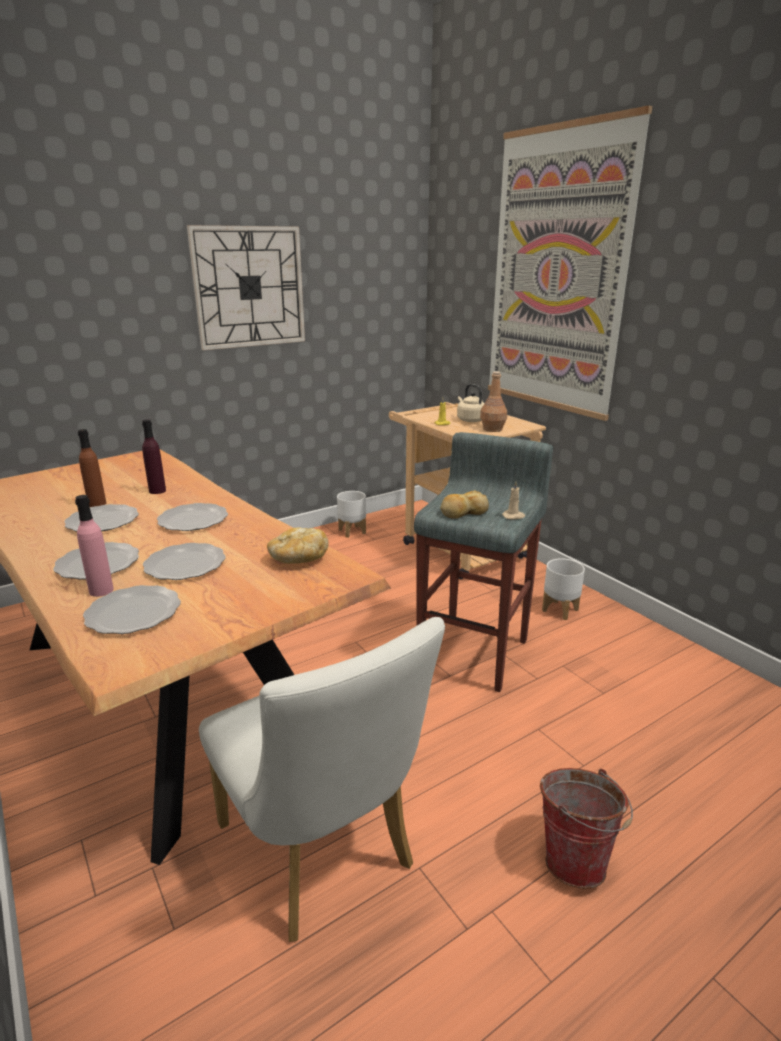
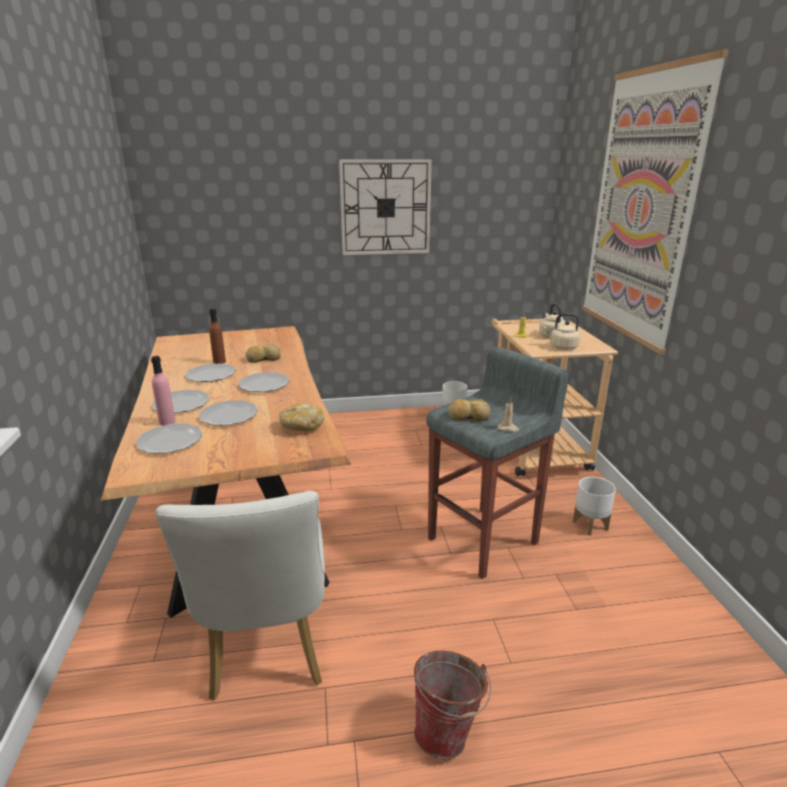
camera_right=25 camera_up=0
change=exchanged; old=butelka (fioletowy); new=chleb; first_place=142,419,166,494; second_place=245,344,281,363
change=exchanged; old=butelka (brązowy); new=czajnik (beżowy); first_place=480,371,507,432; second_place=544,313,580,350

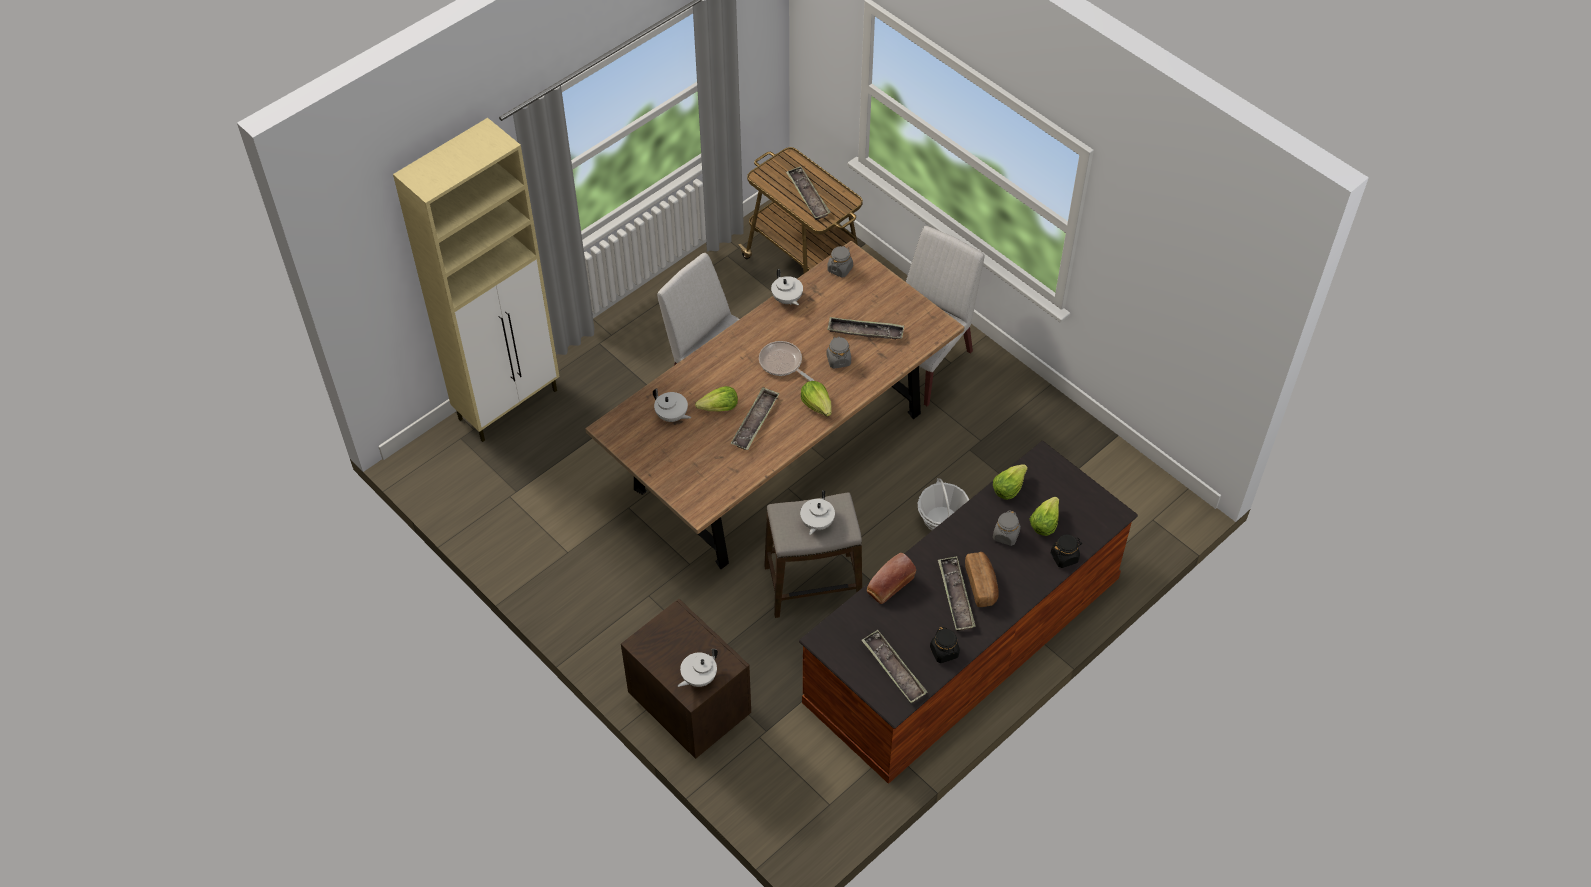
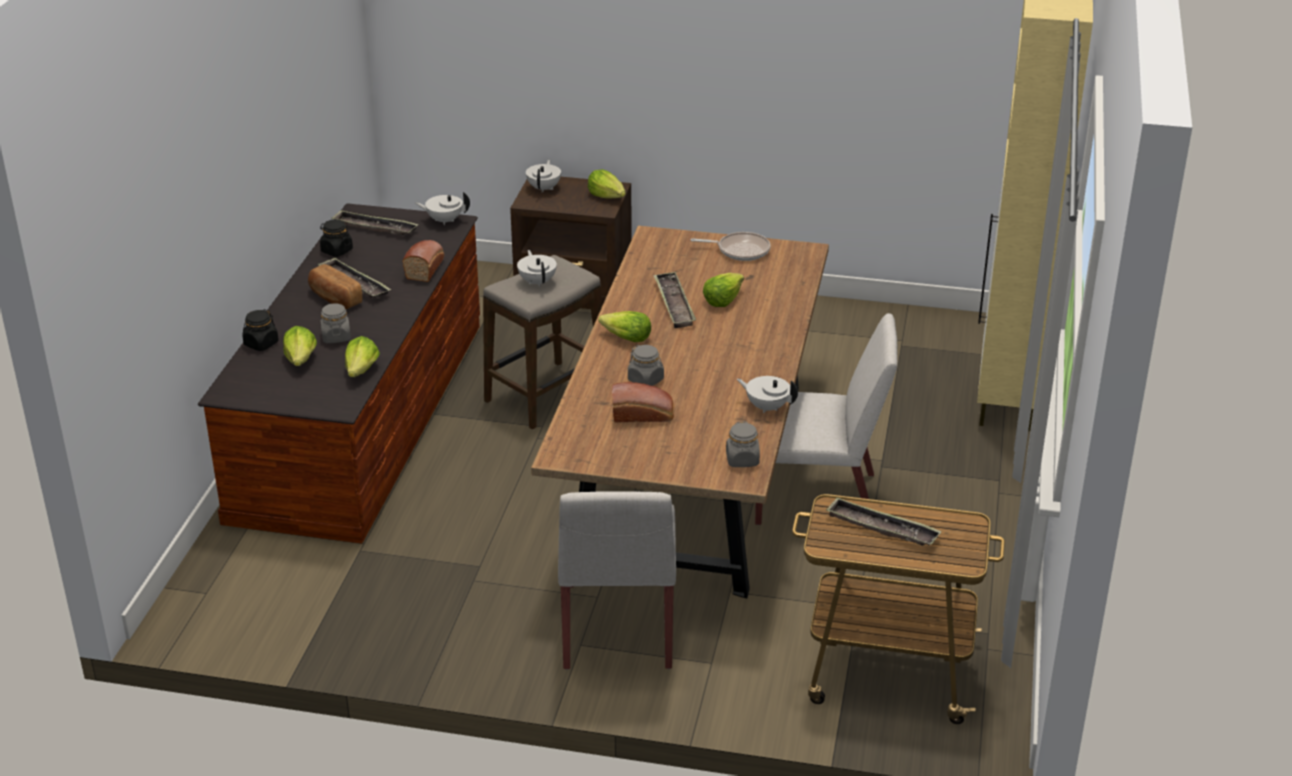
camera_right=145 camera_up=-20
change=missing; old=koszyk; first_place=918,478,969,531
change=appeared; new=sałata; second_place=588,169,626,198
change=relocated; old=imbryk (biały); first_place=653,388,691,422; second_place=415,192,470,225
change=relocated; old=patelnia; first_place=759,341,814,381; second_place=691,232,771,261
change=exchanged; old=taca; new=chleb; first_place=827,317,904,339; second_place=612,382,674,423

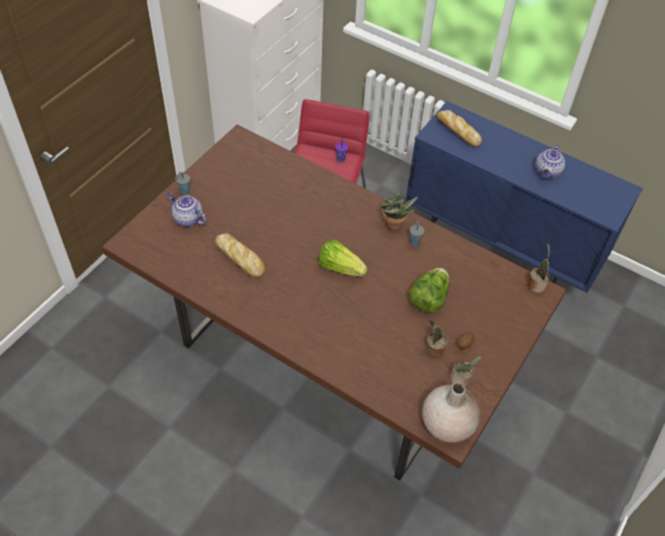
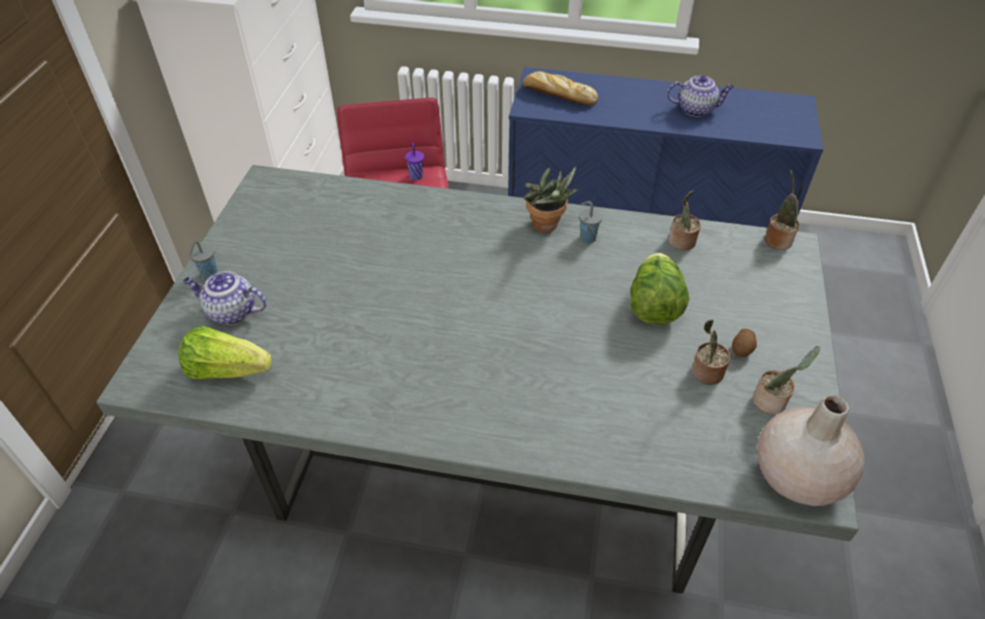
camera_right=-20 camera_up=-5
change=missing; old=chleb; first_place=215,233,265,278
change=appeared; new=roślina doniczkowa; second_place=669,190,701,250
change=relocated; old=sałata; first_place=318,240,367,277; second_place=178,326,272,380
change=colour; old=stół jadalny (brązowy); new=stół jadalny (szary); first_place=102,124,566,481; second_place=97,165,859,594
change=spun; old=imbryk; first_place=536,144,565,179; second_place=667,75,734,117; degrees=-90

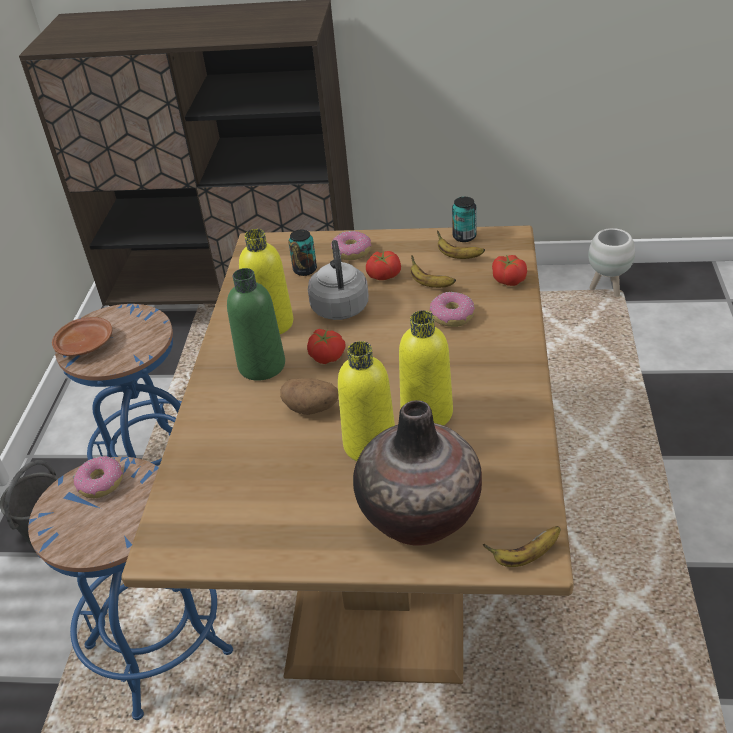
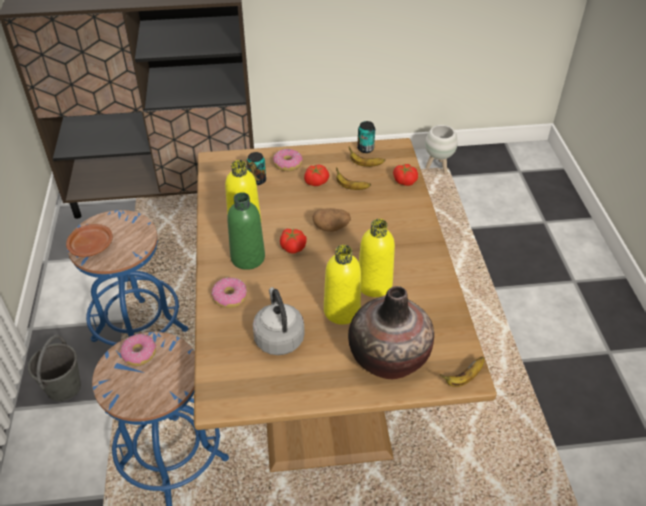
camera_right=-15 camera_up=5
change=relocated; old=ziemniak; first_place=280,378,338,415; second_place=313,208,351,232
change=relocated; old=czajnik (szary); first_place=308,240,369,320; second_place=252,287,305,355
change=relocated; old=donut; first_place=430,292,475,327; second_place=212,277,247,308

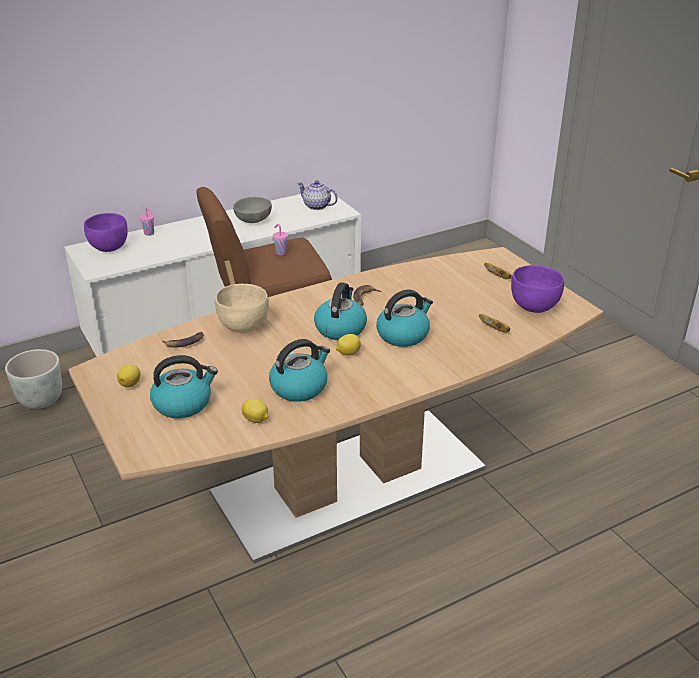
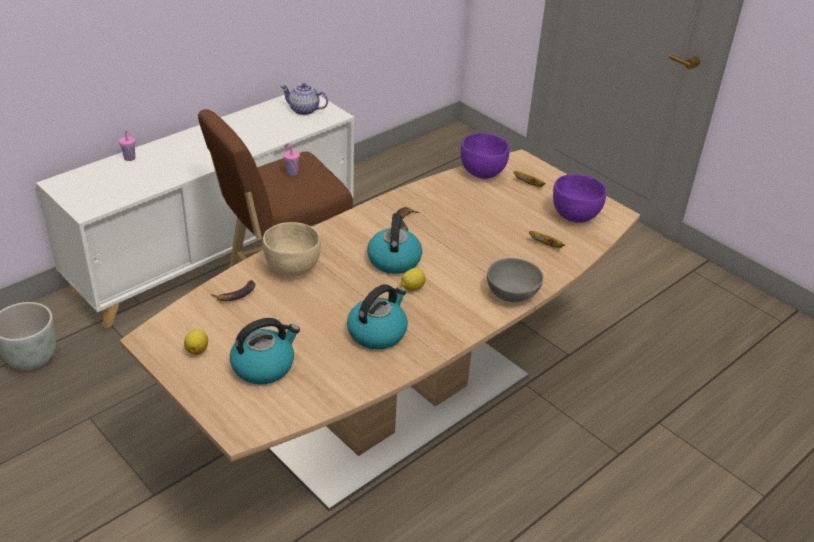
camera_right=-15 camera_up=5
change=missing; old=cytryna; first_place=242,399,268,423
change=missing; old=czajnik; first_place=376,289,433,347
change=relocated; old=miska (fioletowy); first_place=84,213,128,252; second_place=461,133,509,179
change=relocated; old=miska (szary); first_place=233,197,272,223; second_place=487,258,543,302

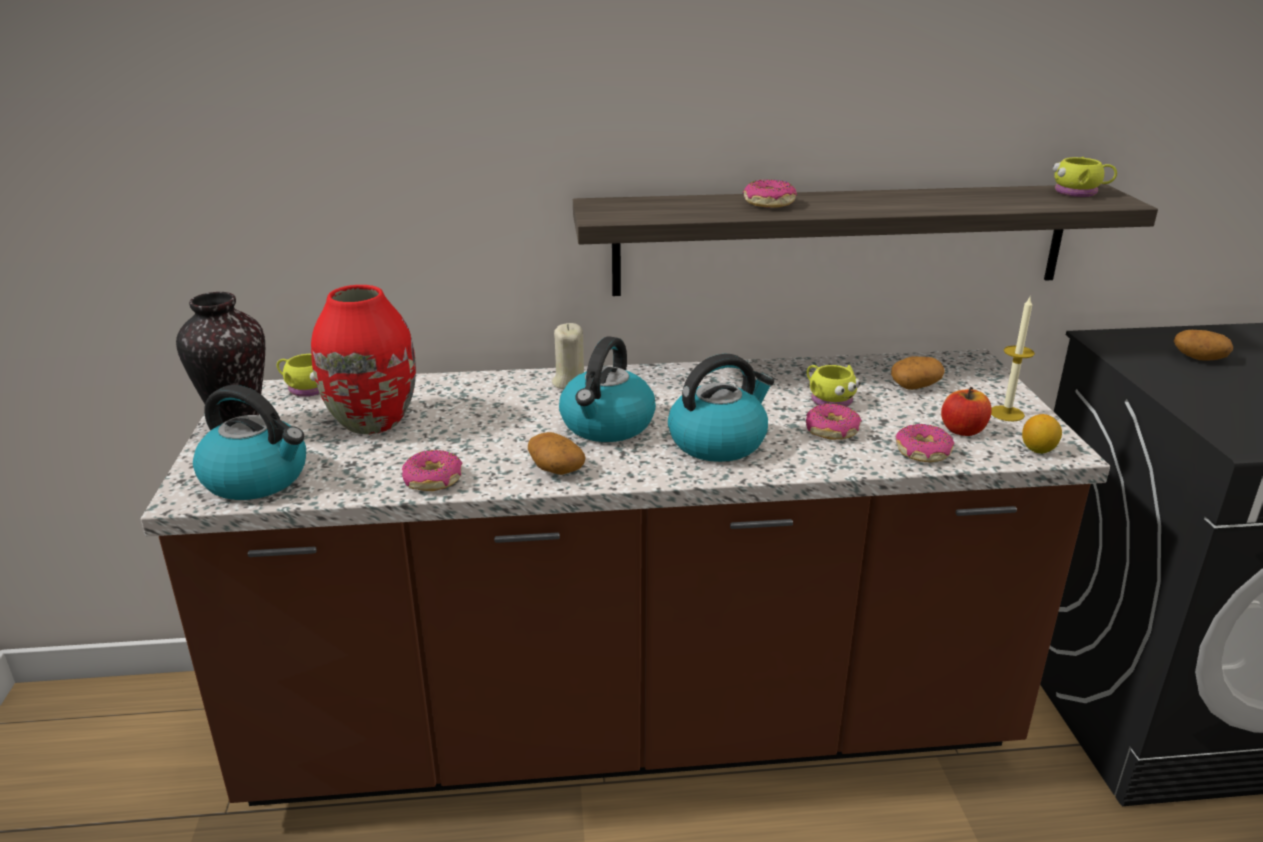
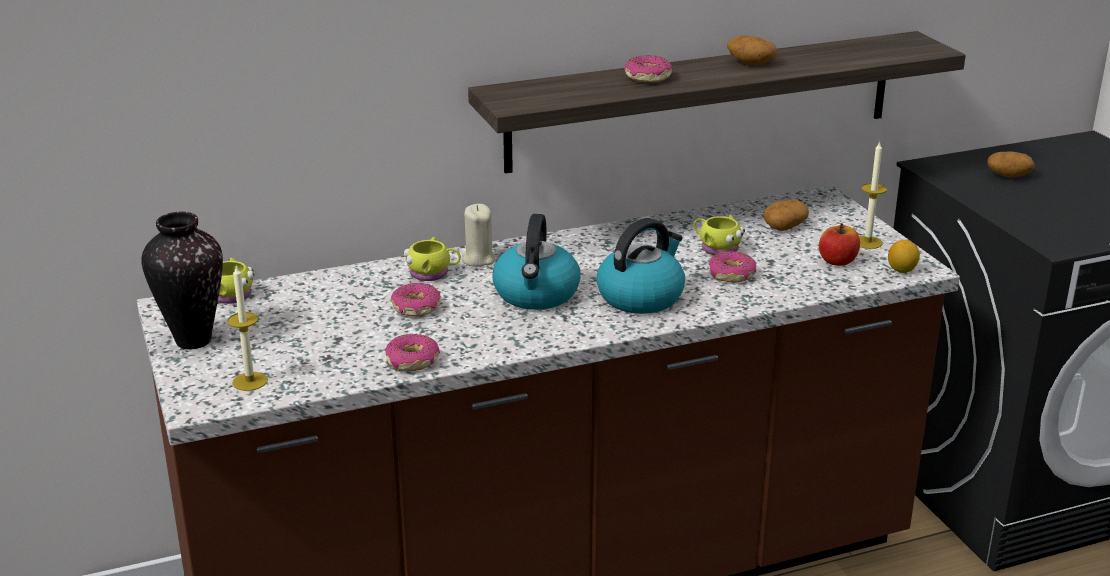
camera_right=-15 camera_up=0
change=missing; old=wazon (czerwony); first_place=311,285,416,434
change=relocated; old=ziemniak; first_place=528,432,586,475; second_place=727,35,778,65
change=relocated; old=donut; first_place=896,424,954,462; second_place=391,283,441,316
change=relocated; old=kubek (żółty); first_place=1053,157,1117,197; second_place=403,237,461,281
change=exchanged; old=czajnik; new=świeca; first_place=193,385,306,500; second_place=227,266,268,391

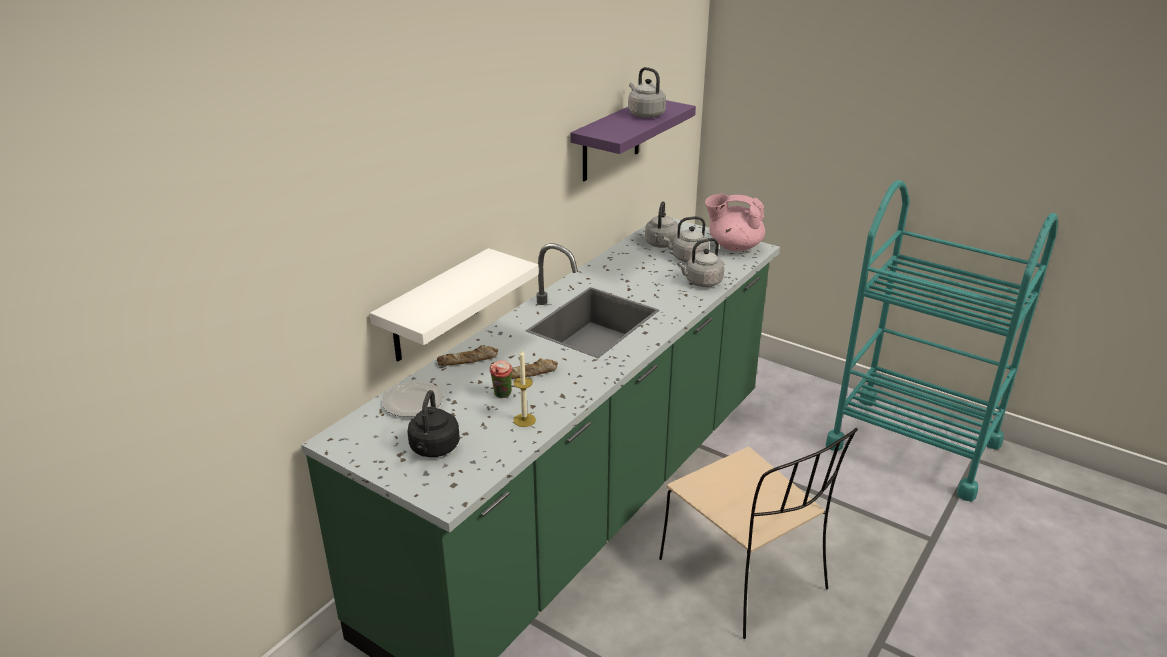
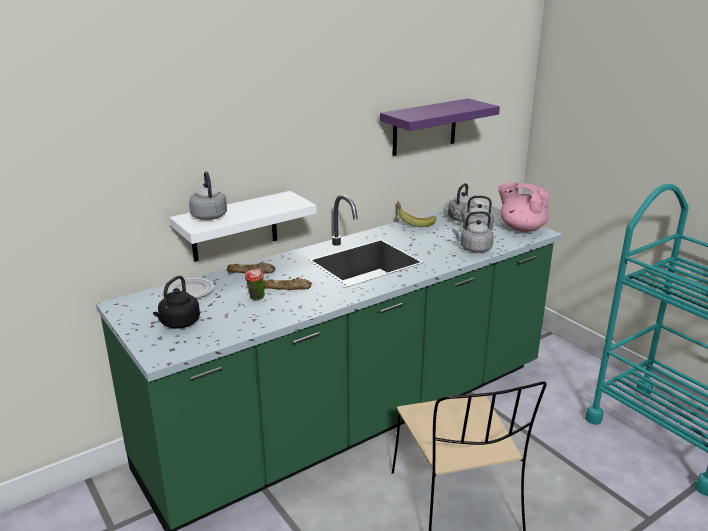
camera_right=20 camera_up=-5
change=missing; old=świeca; first_place=513,350,536,427
change=appeared; new=banan; second_place=397,201,436,227
change=relocated; old=czajnik (szary); first_place=628,67,666,118; second_place=189,171,227,220

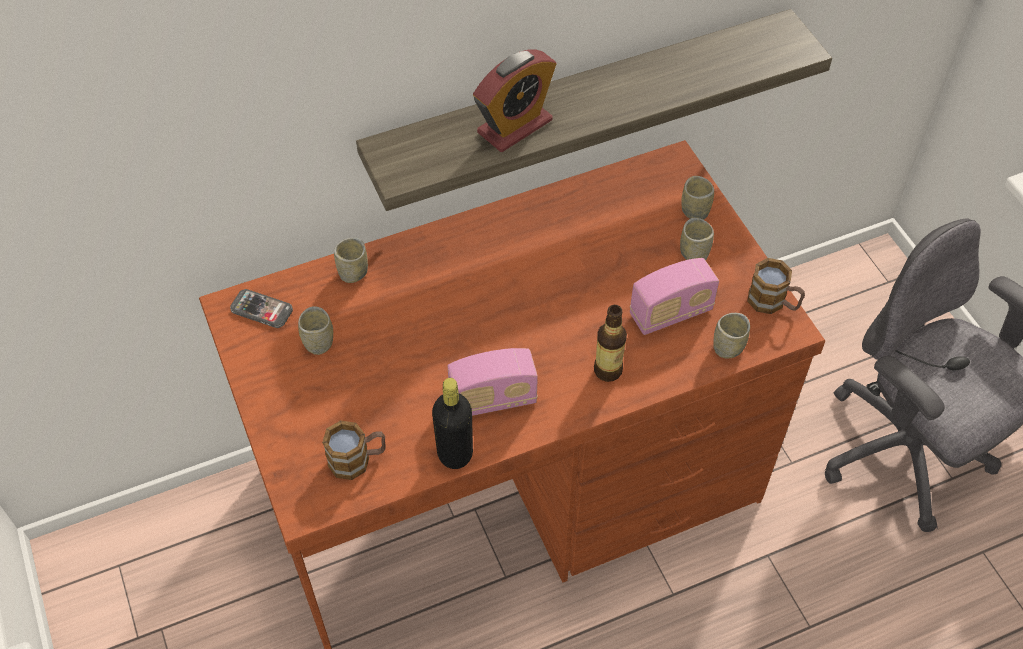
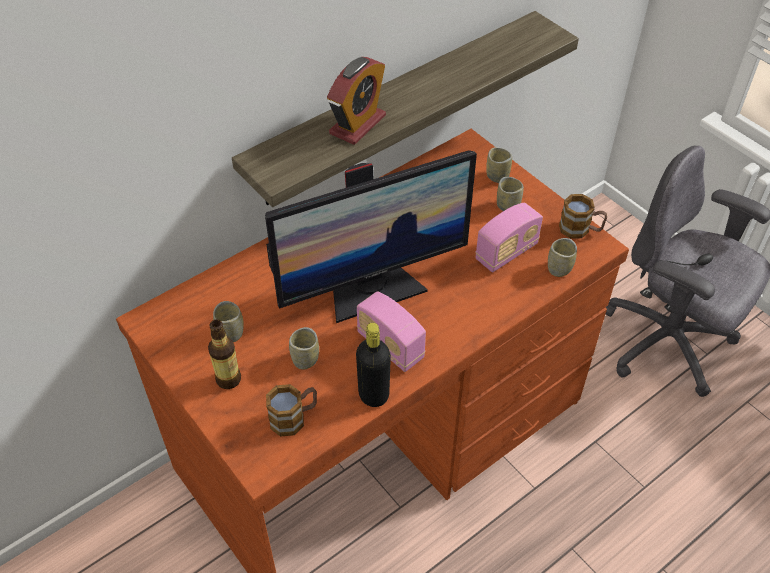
camera_right=-15 camera_up=-5
change=missing; old=telefon; first_place=230,289,293,328
change=appeared; new=monitor; second_place=265,150,477,323
change=relocated; old=filiżanka; first_place=334,237,368,283; second_place=289,327,319,369
change=relocated; old=butelka; first_place=594,305,627,382; second_place=208,319,241,389
change=spun; old=radio; first_place=447,348,538,416; second_place=357,291,426,372; degrees=75

